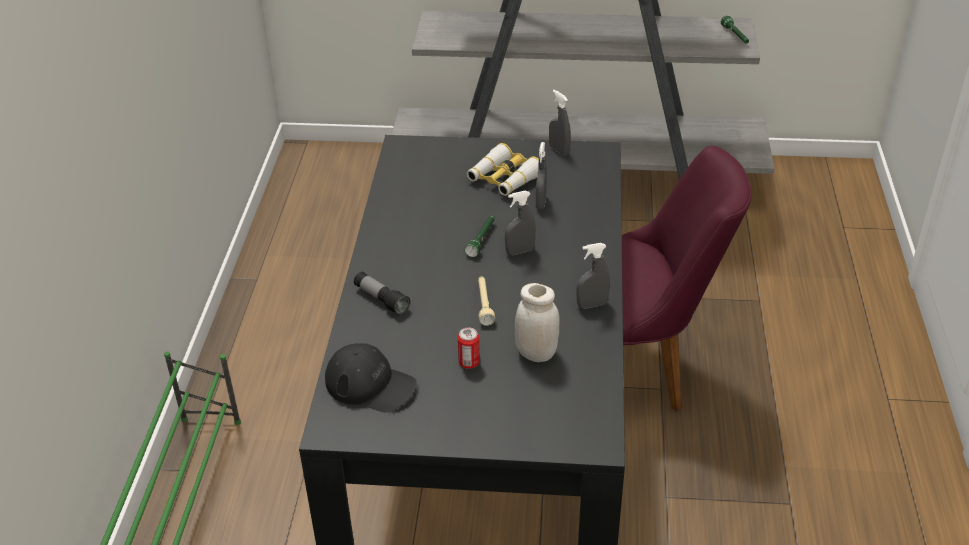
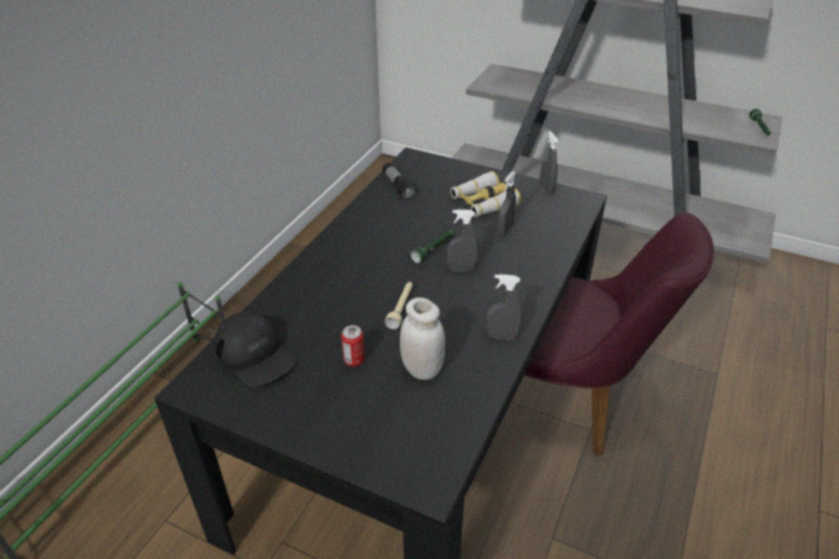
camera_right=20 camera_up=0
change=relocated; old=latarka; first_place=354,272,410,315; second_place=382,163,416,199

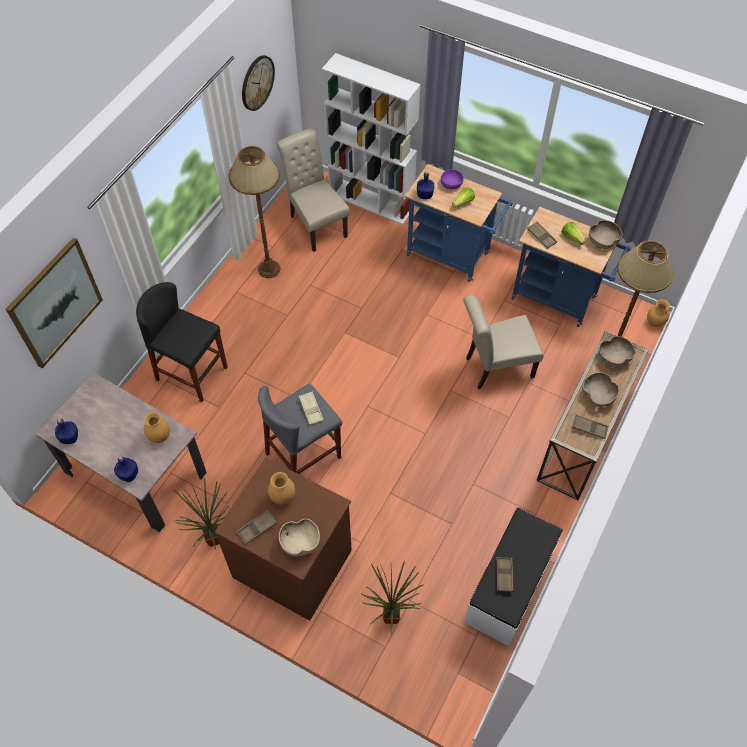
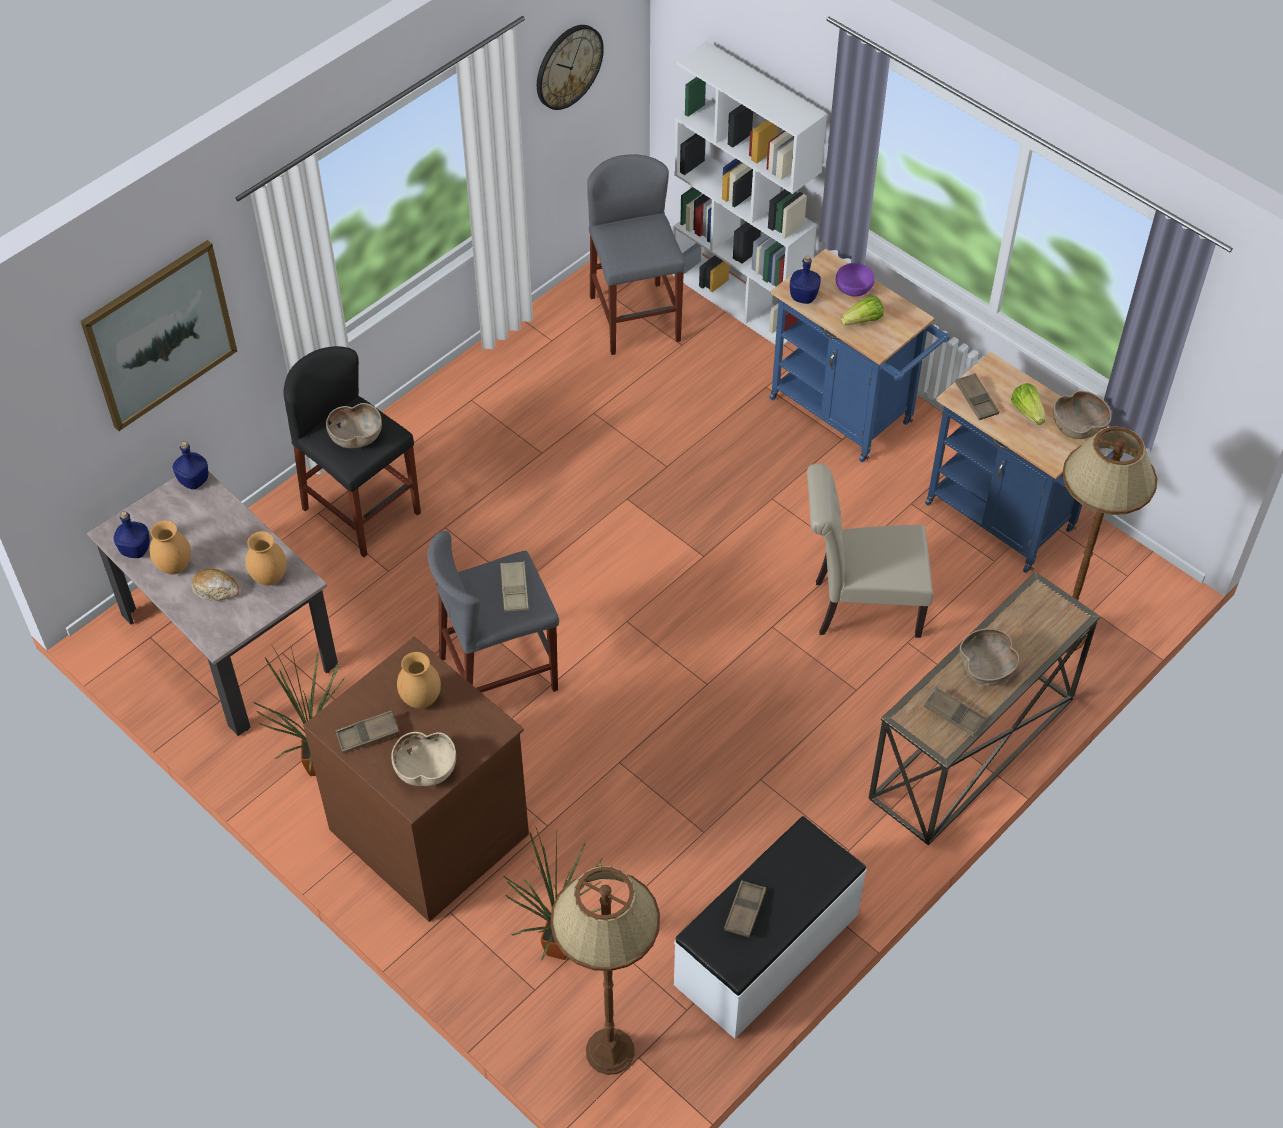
camera_right=15 camera_up=-5
change=appeared; new=chleb; second_place=191,569,240,601
change=relocated; old=butelka (niebieski); first_place=114,456,138,482; second_place=173,441,208,489
change=relocated; old=lampa stojąca (brązowy); first_place=228,146,280,278; second_place=550,866,660,1075
change=relocated; old=miska (brązowy); first_place=599,336,636,367; second_place=326,403,382,448
change=relocated; old=wazon (brązowy); first_place=647,299,670,327; second_place=149,520,191,574
change=exchanged; old=krzesło (beżowy); new=stołek (szary); first_place=277,128,350,252; second_place=587,154,685,355

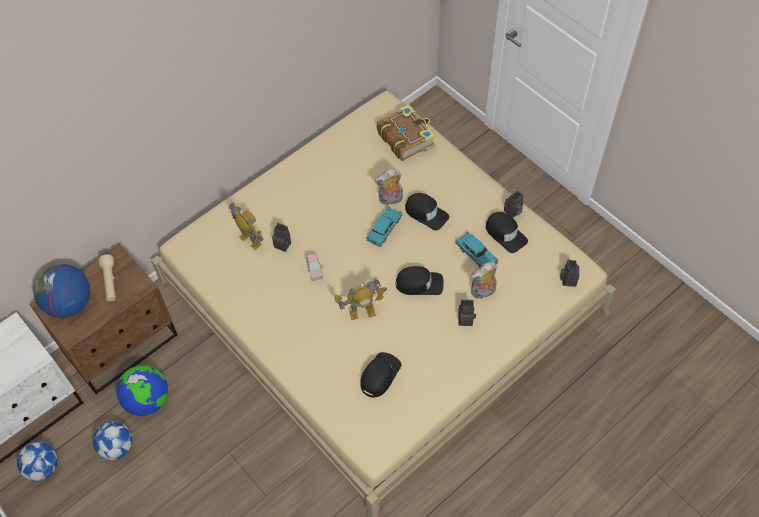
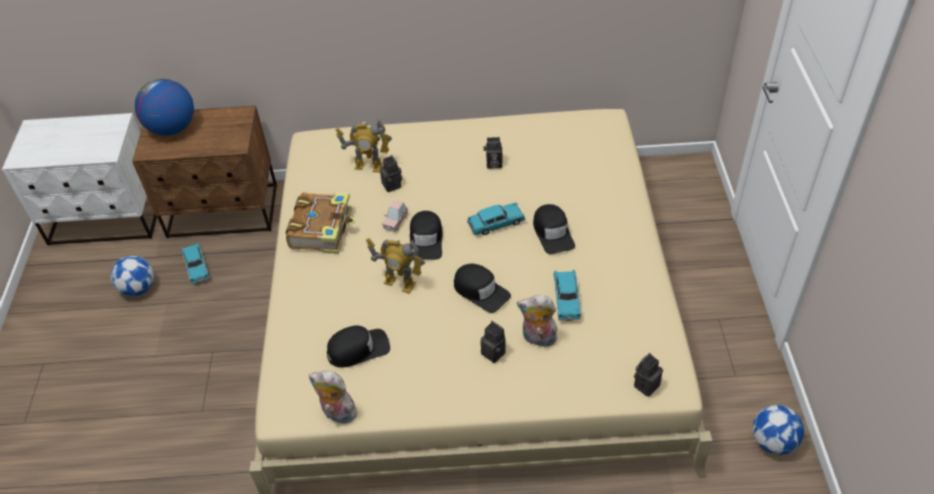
camera_right=40 camera_up=-10
change=missing; old=latarka (beżowy); first_place=99,254,116,301
change=relocated; old=piłka futbolowa; first_place=17,442,58,481; second_place=753,405,804,455
change=relocated; old=pluszak; first_place=374,168,403,205; second_place=308,371,357,424
change=relocated; old=książka; first_place=377,104,436,161; second_place=286,192,355,254
change=relocated; old=czapka z daszkiem (czarny); first_place=486,212,528,253; second_place=410,211,443,260
change=relocated; old=aparat fotograficzny; first_place=504,191,524,218; second_place=483,137,503,169
change=exchanged; old=globus; new=samochodzik (turkusowy); first_place=117,365,168,416; second_place=182,242,210,284
change=spun; old=robot zabawkowy; first_place=229,202,263,250; second_place=335,120,392,173; degrees=105

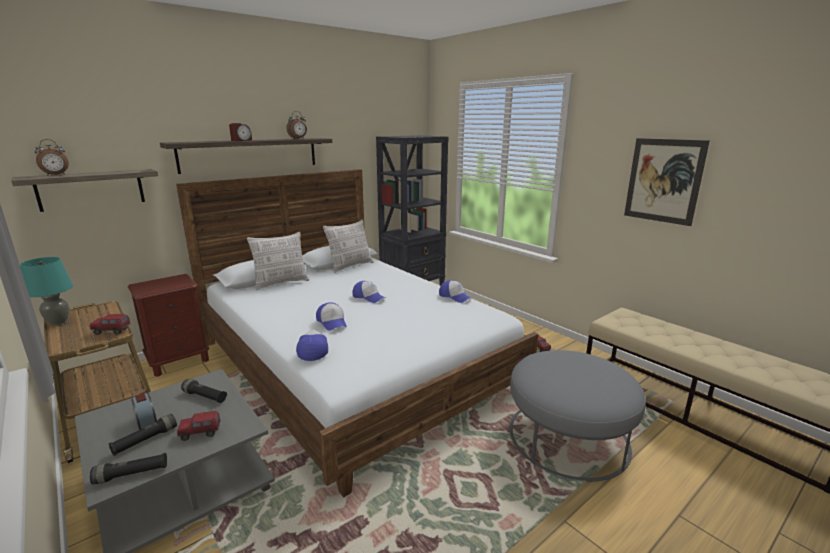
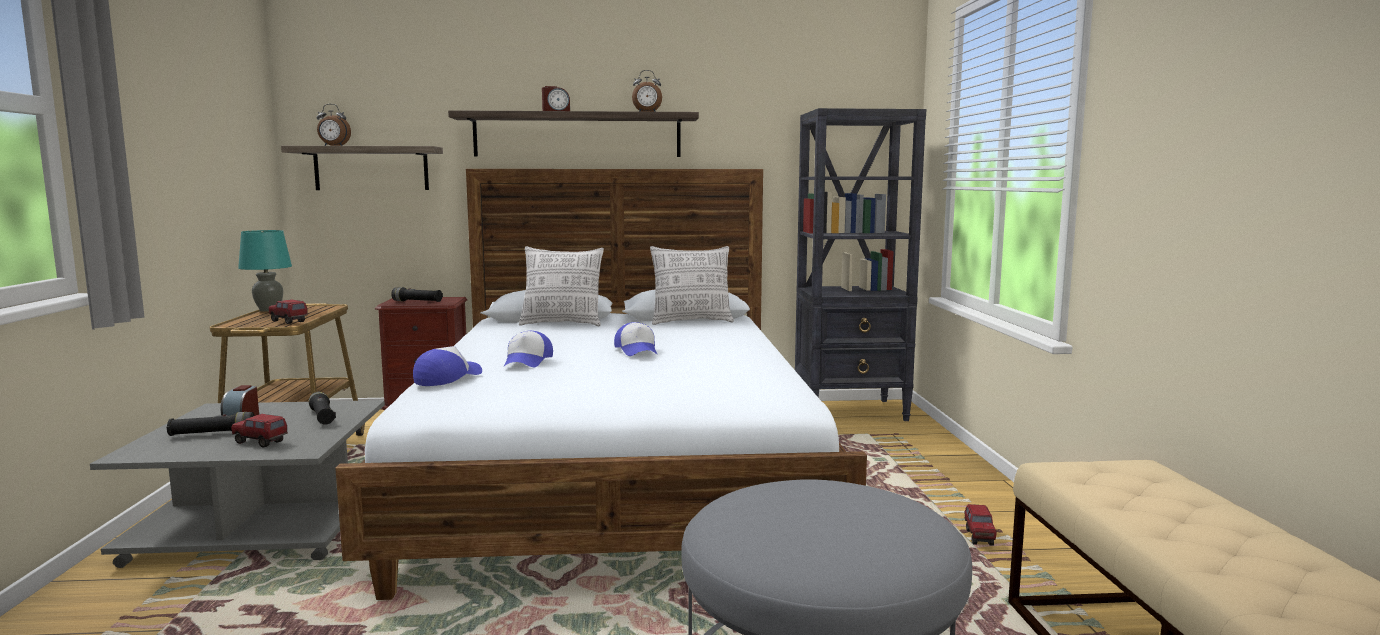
camera_right=35 camera_up=-10
change=missing; old=czapka z daszkiem; first_place=439,280,472,303
change=missing; old=obraz; first_place=624,138,710,226
change=relocated; old=latarka (czarny); first_place=90,453,167,484; second_place=391,287,443,302

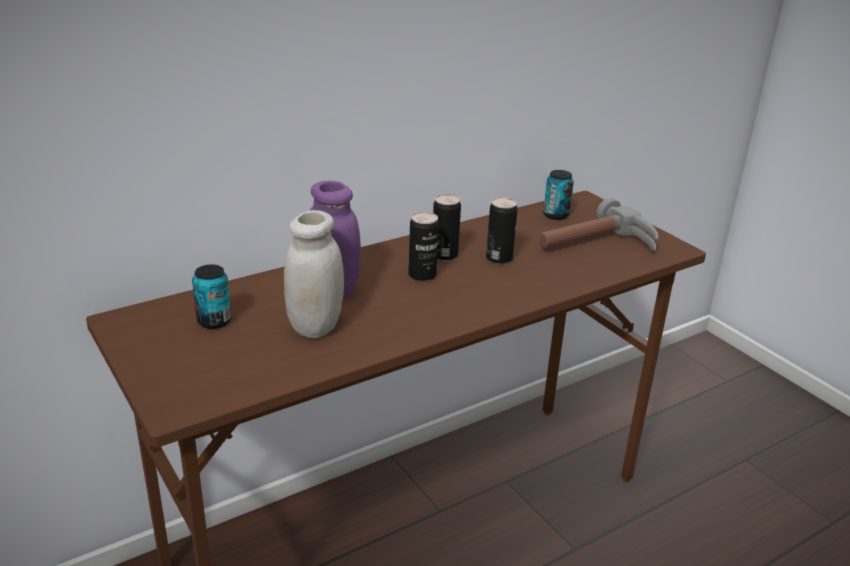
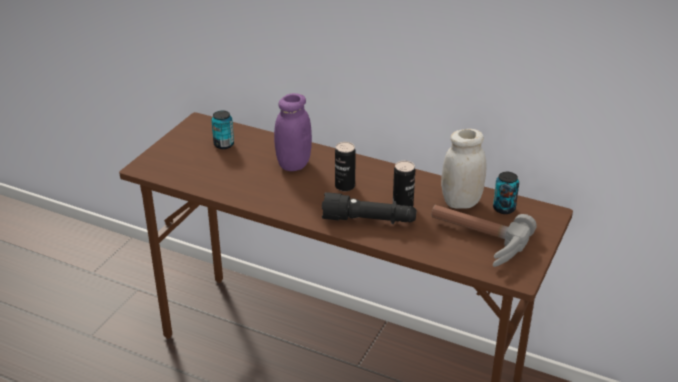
camera_right=60 camera_up=5
change=missing; old=puszka; first_place=433,194,461,261
change=appeared; new=latarka (czarny); second_place=322,192,417,224
change=relocated; old=słoik (biały); first_place=284,210,344,338; second_place=441,129,486,209

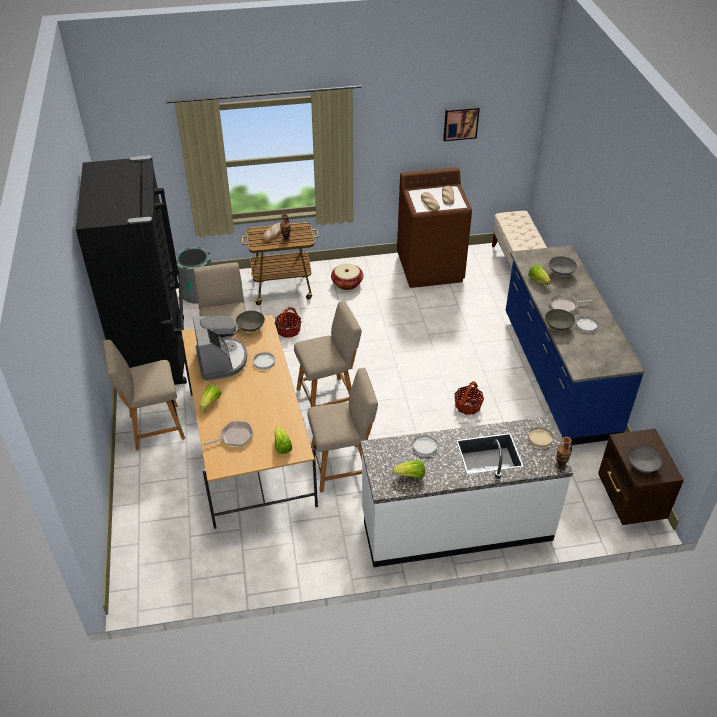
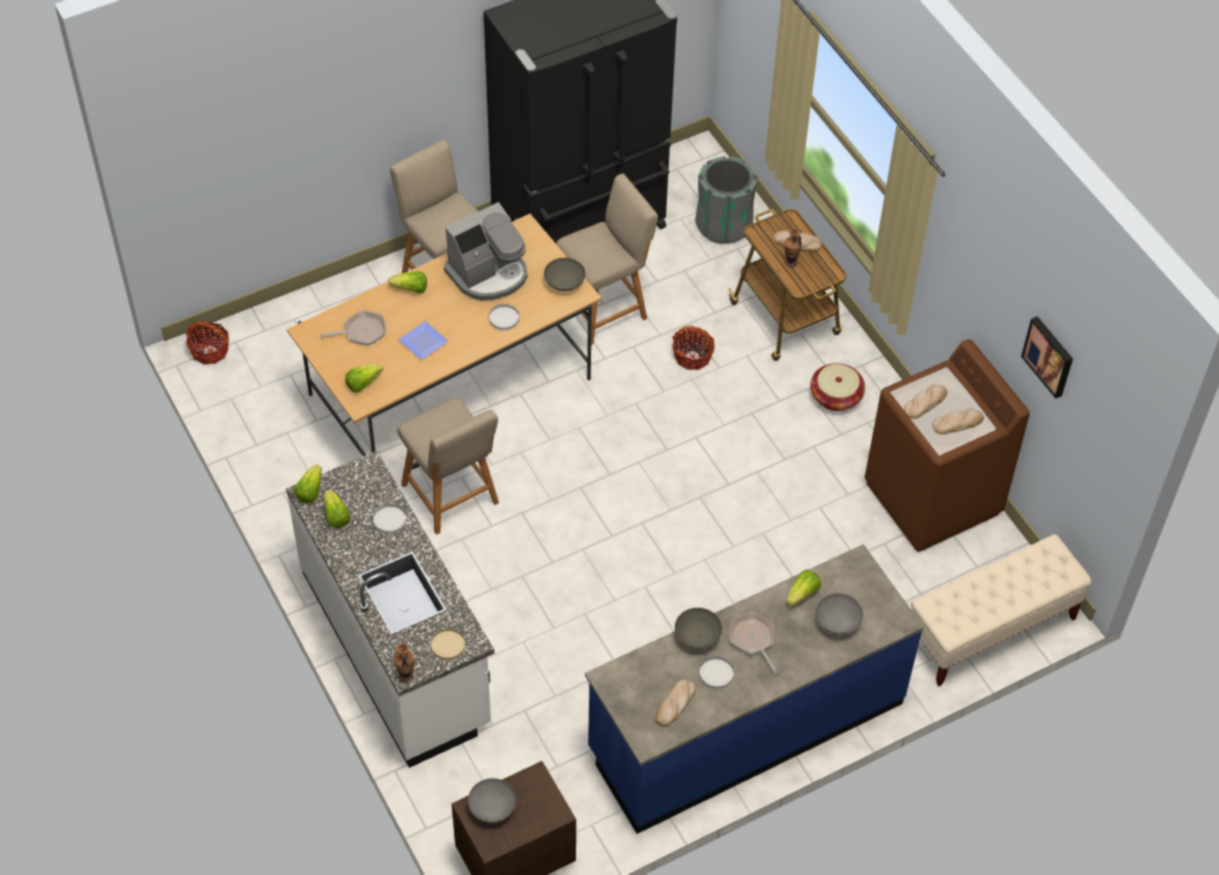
camera_right=70 camera_up=10
change=missing; old=krzesło (beżowy); first_place=294,300,361,407
change=appeared; new=sałata; second_place=294,465,322,503
change=appeared; new=talerz; second_place=398,321,448,360
change=appeared; new=chleb; second_place=655,679,696,726
change=relocated; old=koszyk; first_place=454,381,484,415; second_place=186,321,229,364
change=spun; old=patelnia; first_place=203,421,254,446; second_place=320,310,386,345; degrees=-60

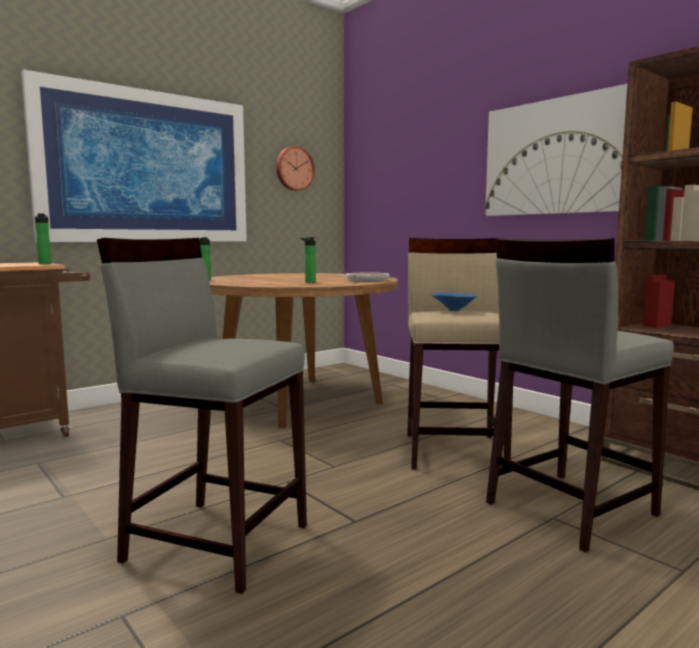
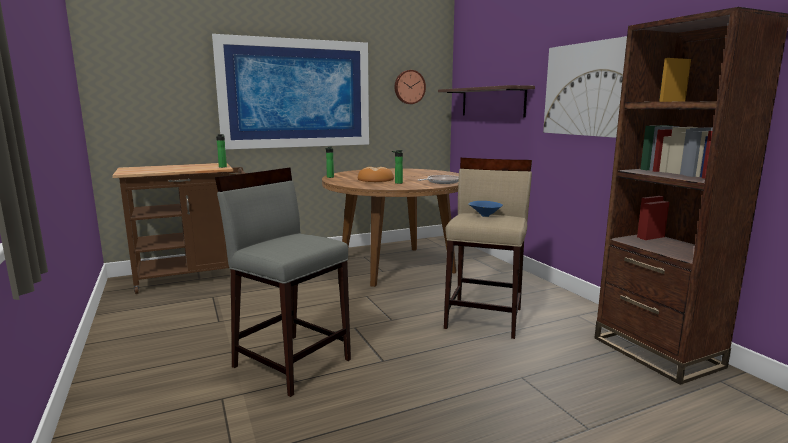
camera_right=15 camera_up=5
change=missing; old=stołek (szary); first_place=486,238,674,552
change=appeared; new=chleb; second_place=358,167,394,182
change=appeared; new=półka; second_place=438,85,535,117

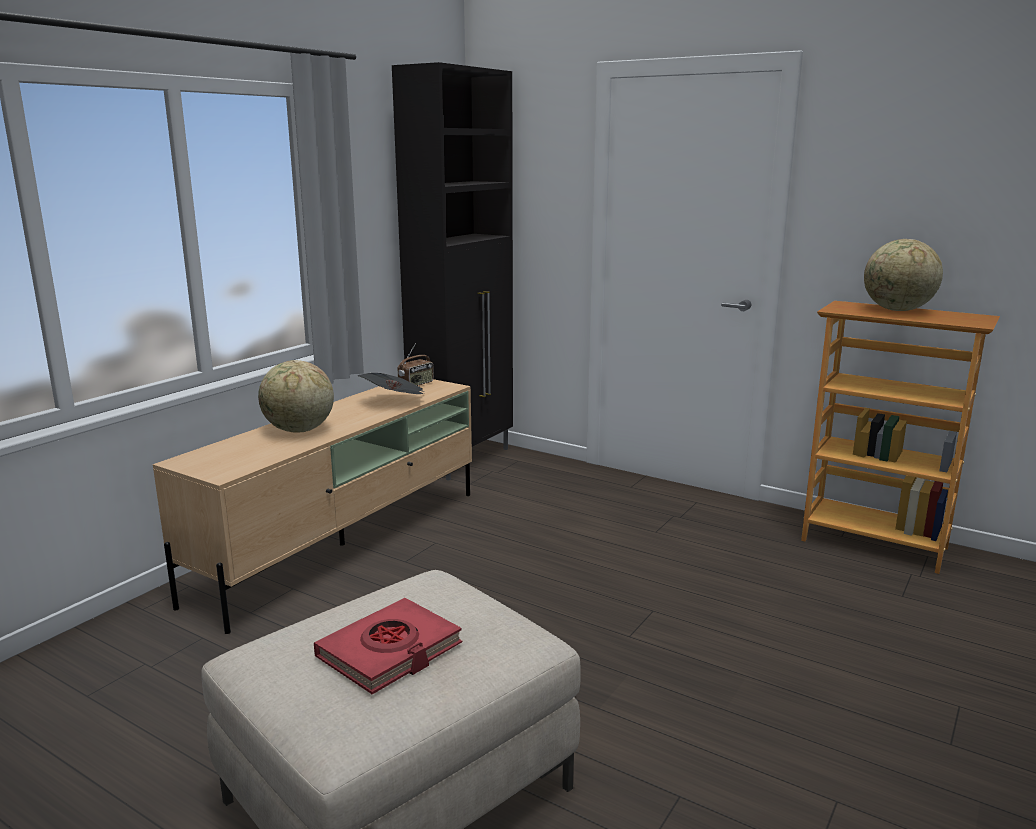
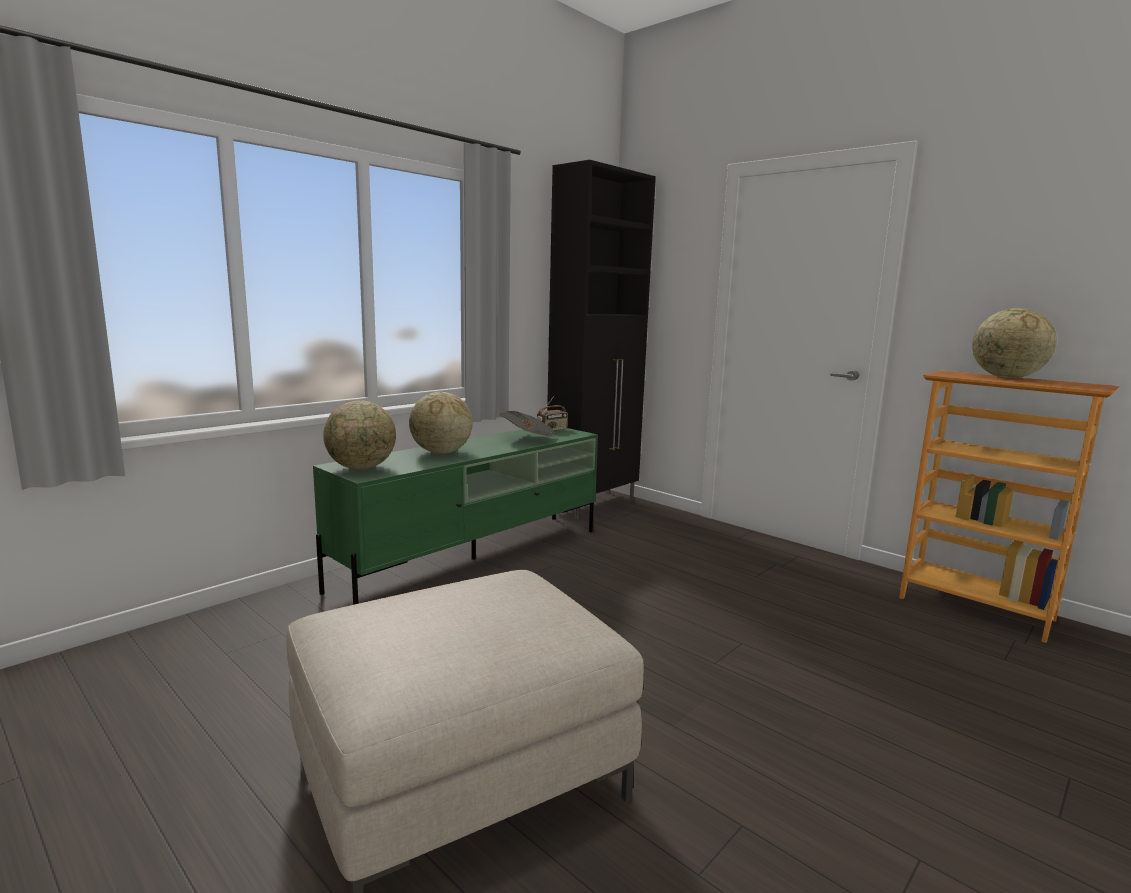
camera_right=10 camera_up=-5
change=missing; old=książka (czerwony); first_place=314,598,462,694
change=appeared; new=globus; second_place=323,400,396,470
change=colour; old=szafka pod telewizor (beżowy); new=szafka pod telewizor (zielony); first_place=153,379,472,634; second_place=313,428,598,605

